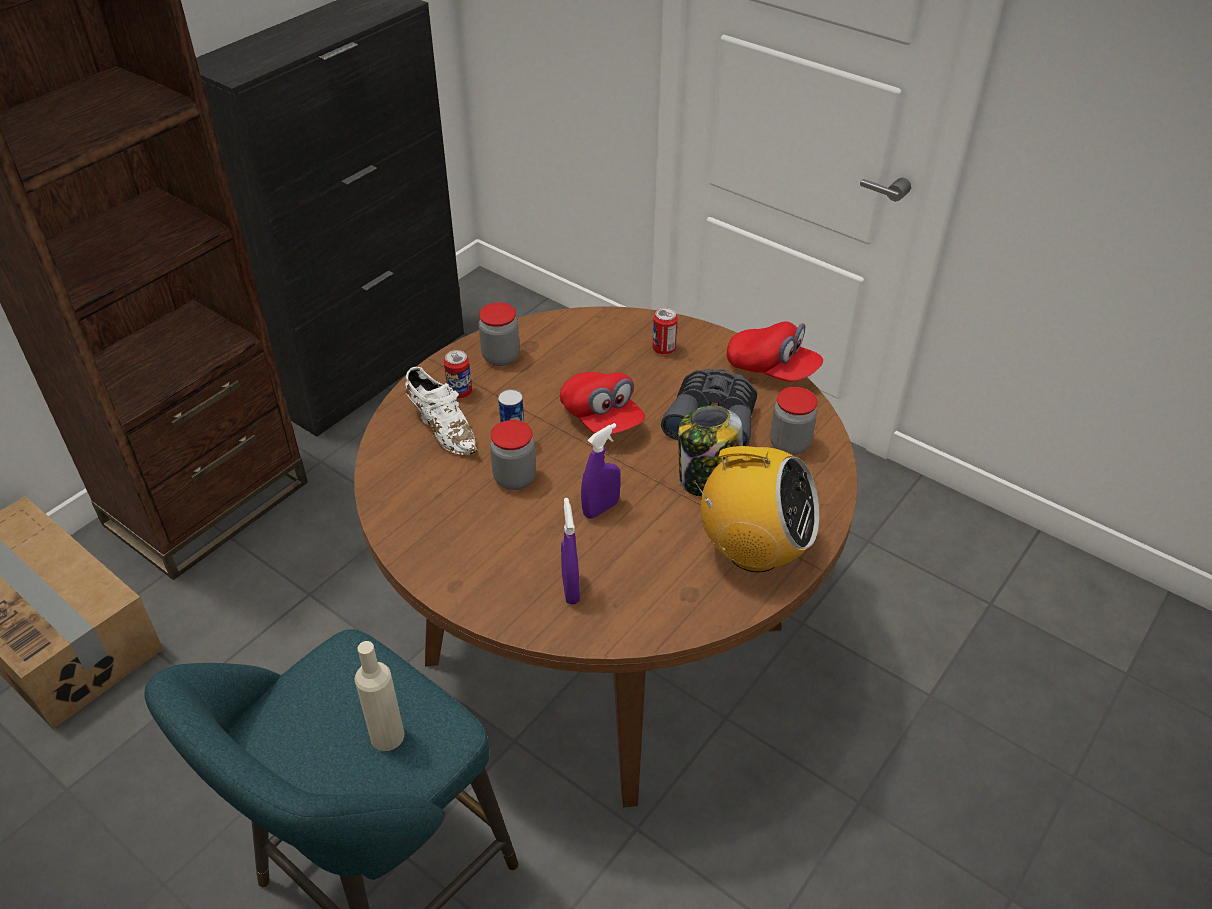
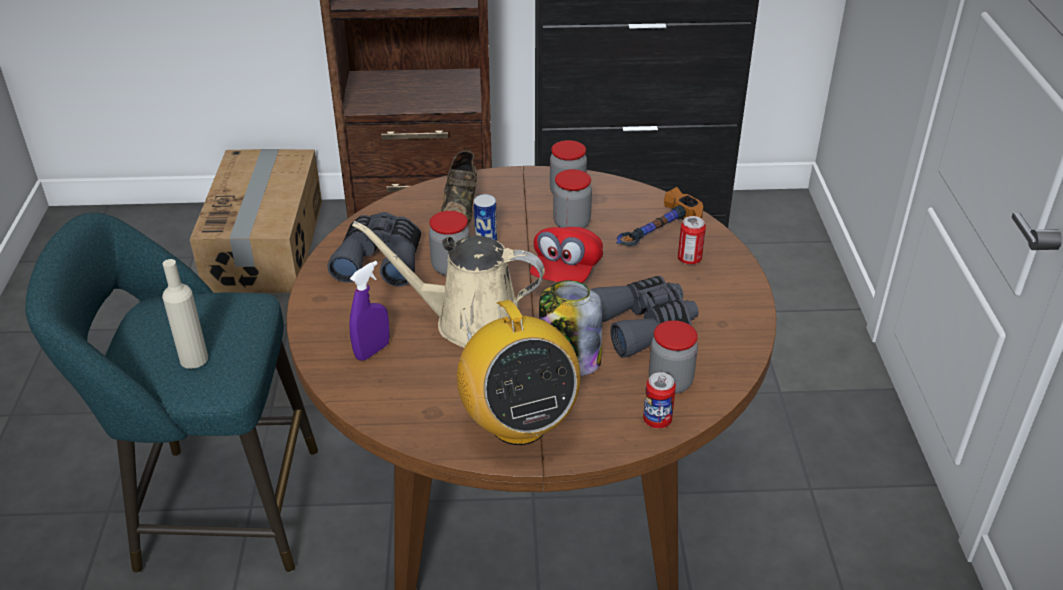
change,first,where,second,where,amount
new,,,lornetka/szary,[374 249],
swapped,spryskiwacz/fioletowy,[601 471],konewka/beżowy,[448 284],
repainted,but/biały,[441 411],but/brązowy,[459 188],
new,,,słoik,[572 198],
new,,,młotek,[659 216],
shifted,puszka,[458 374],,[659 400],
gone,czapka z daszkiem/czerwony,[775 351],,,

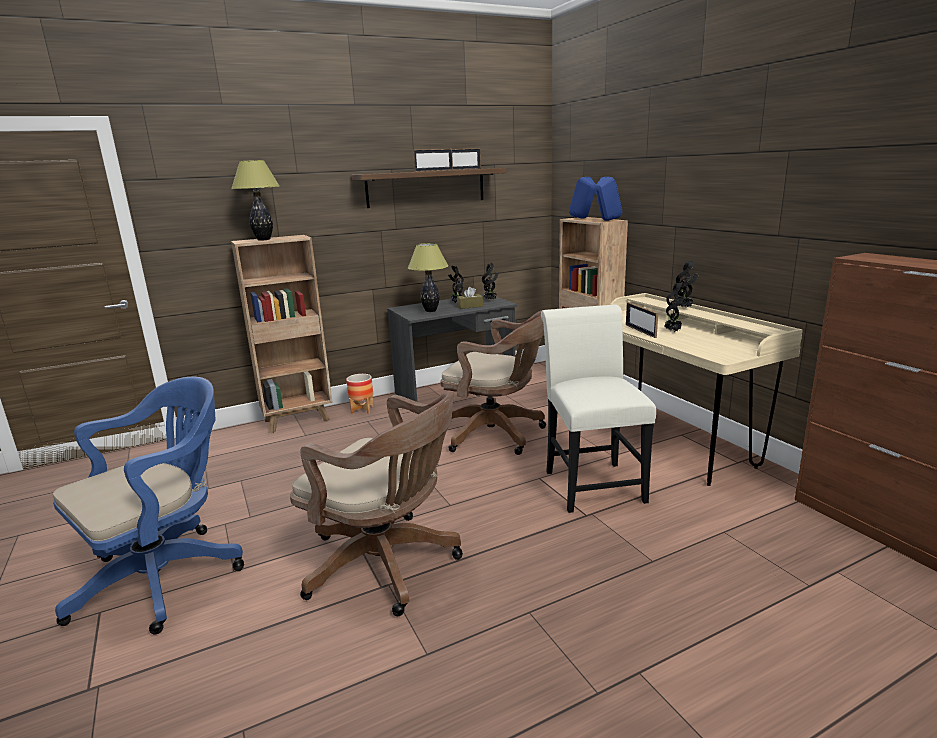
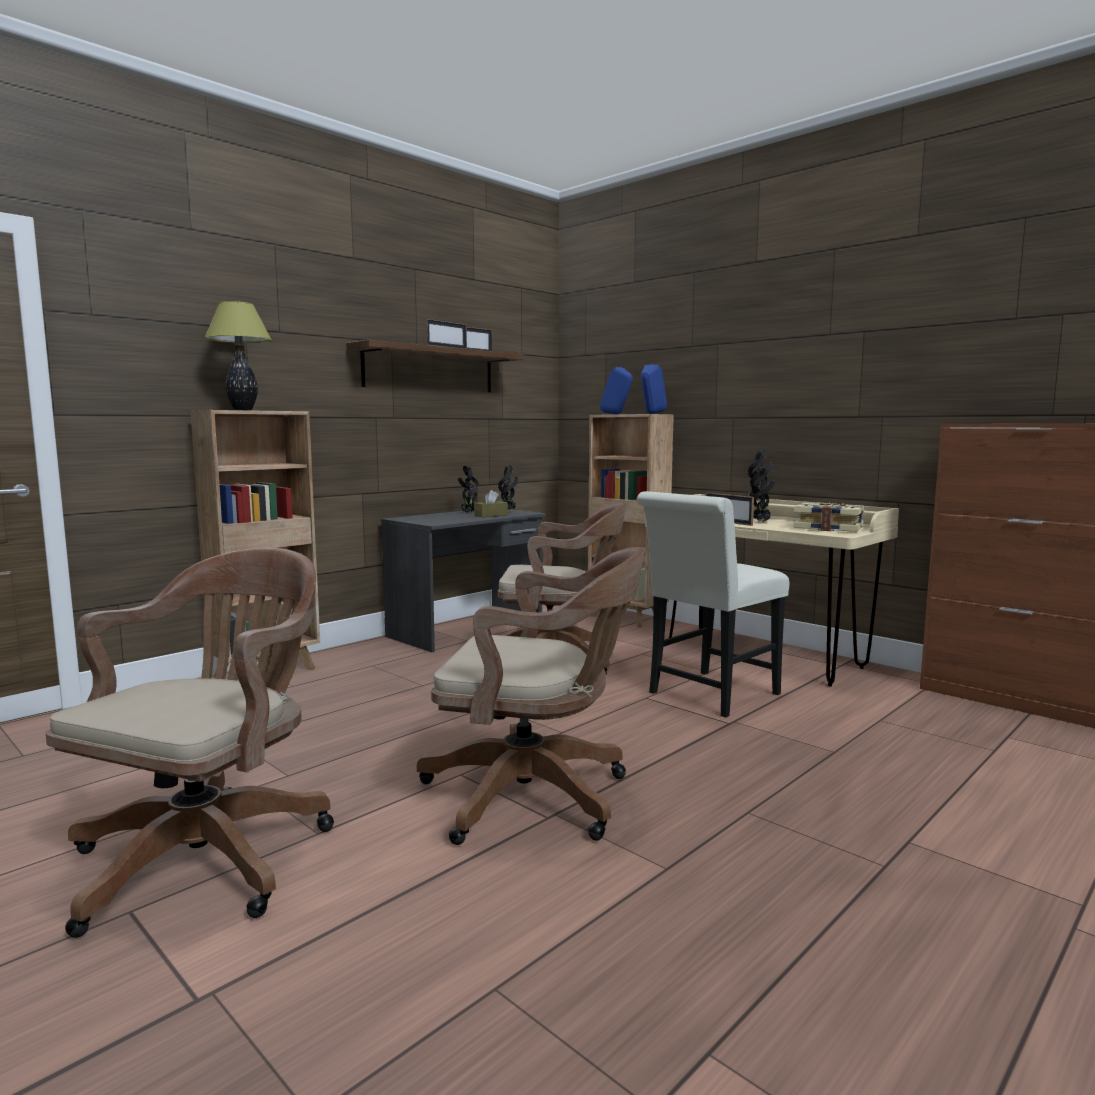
change,first,where,second,where,amount
repainted,krzesło biurowe/niebieski,[148 506],krzesło biurowe/brązowy,[190 743],
rotated,krzesło/biały,[598 409],,[713 604],105 degrees counterclockwise
new,,,książka,[828 517],
gone,donica,[360 394],,,
gone,lampa stołowa,[428 277],,,

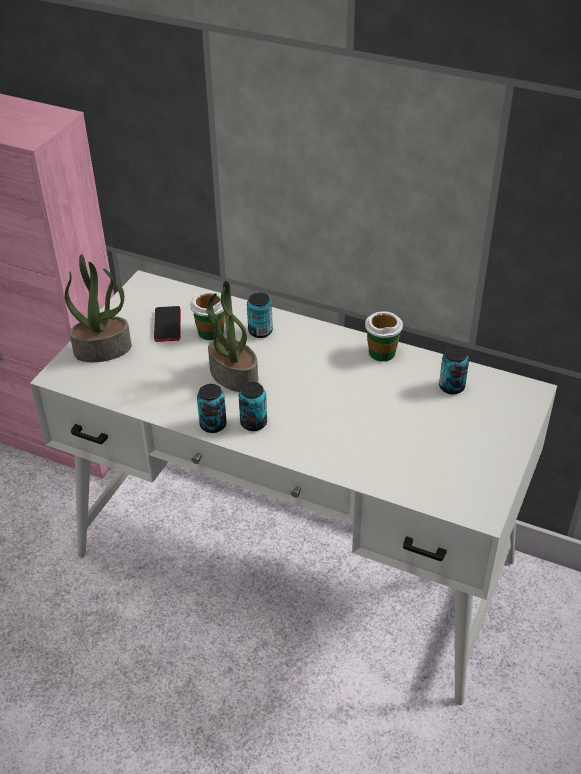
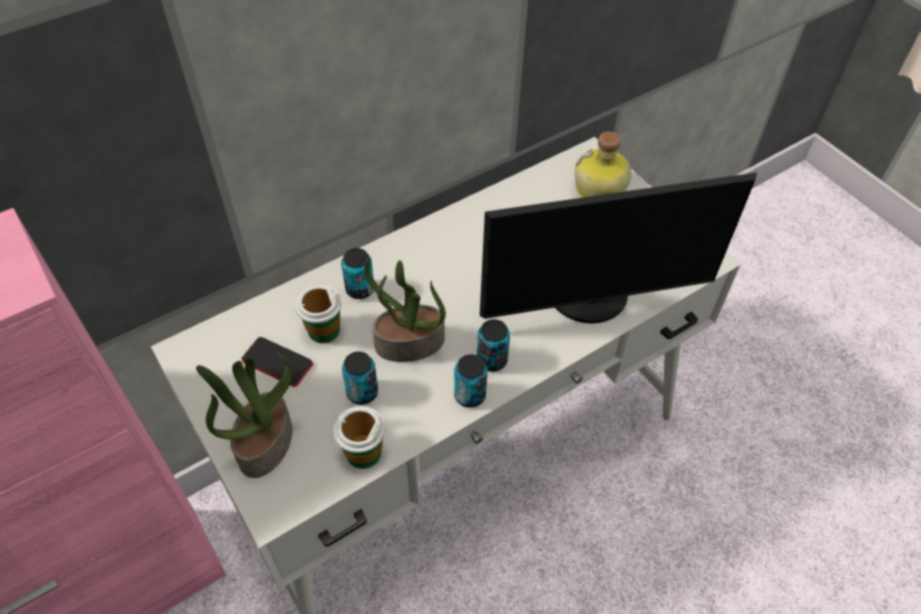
change,first,where,second,where,amount
shifted,filiżanka,[384 336],,[359 437],
shifted,puszka,[454 370],,[360 378],
new,,,monitor,[618 248],
new,,,butelka,[603 165],

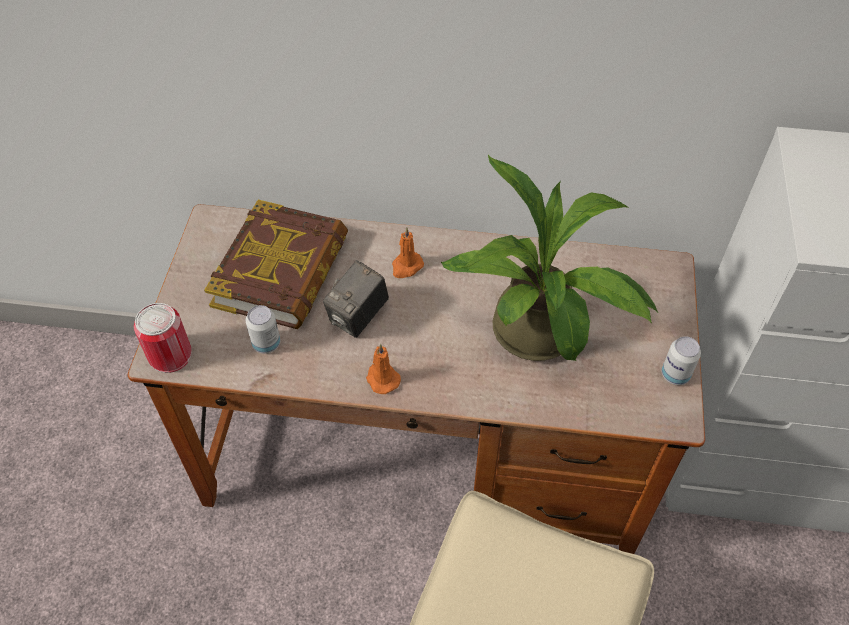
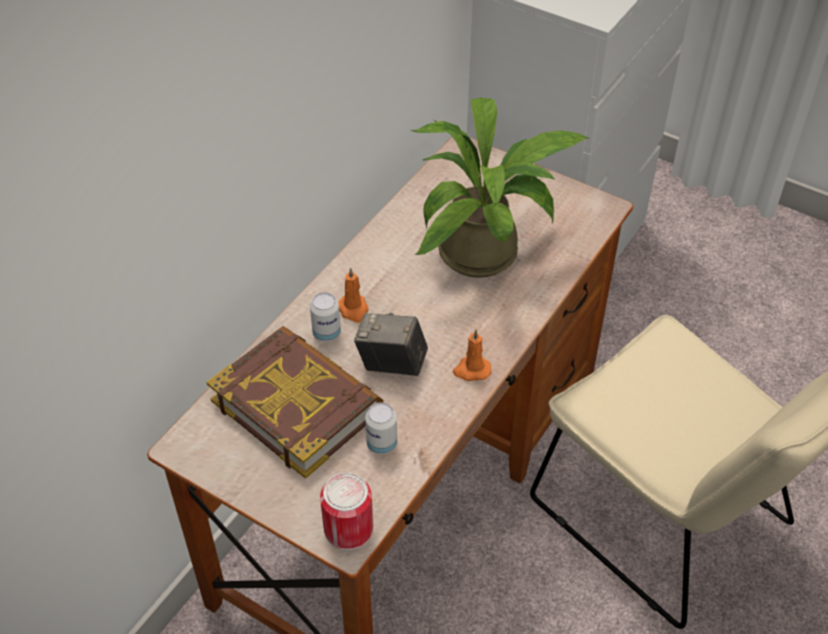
change,first,where,second,where,amount
shifted,puszka,[681 360],,[325 317],
rotated,aparat fotograficzny,[356 299],,[391 344],135 degrees clockwise

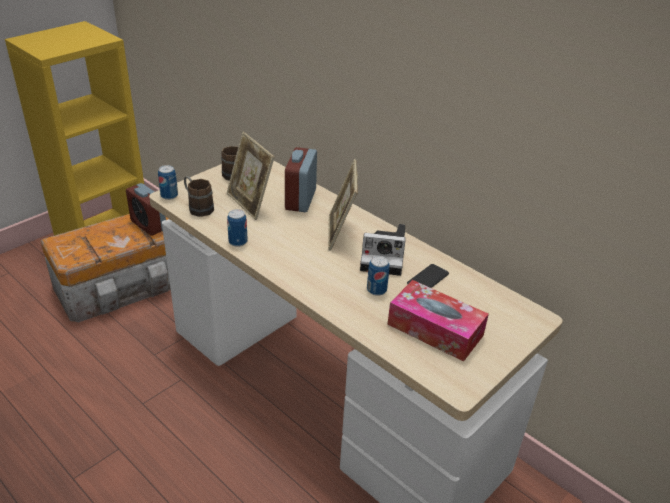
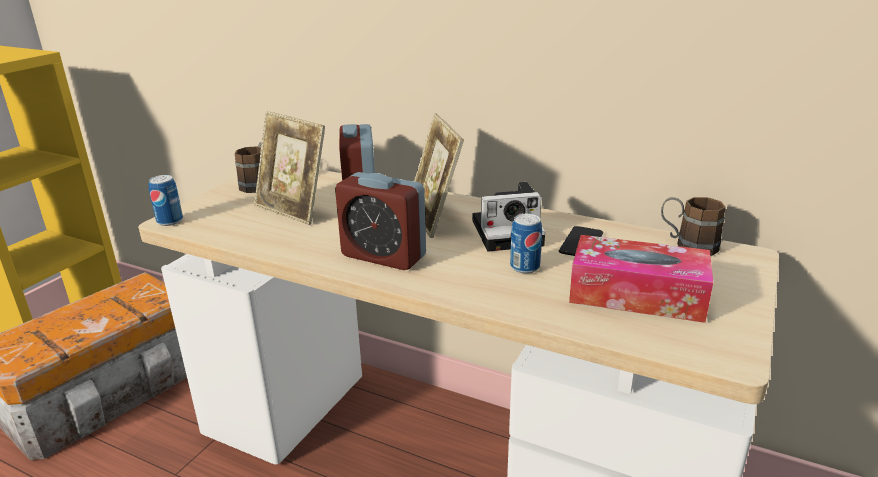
change,first,where,second,where,amount
shifted,budzik,[146 209],,[380 221],
shifted,kubek/brązowy,[199 196],,[693 226],
gone,puszka,[237 228],,,

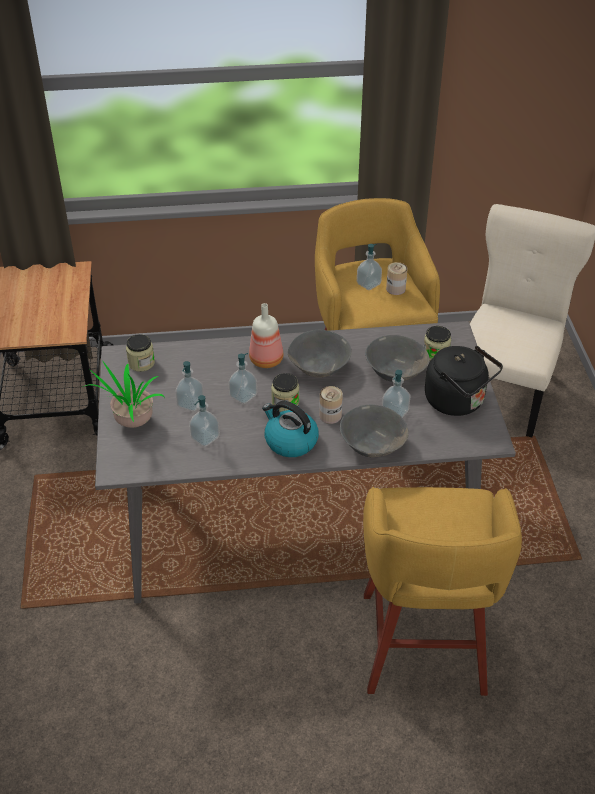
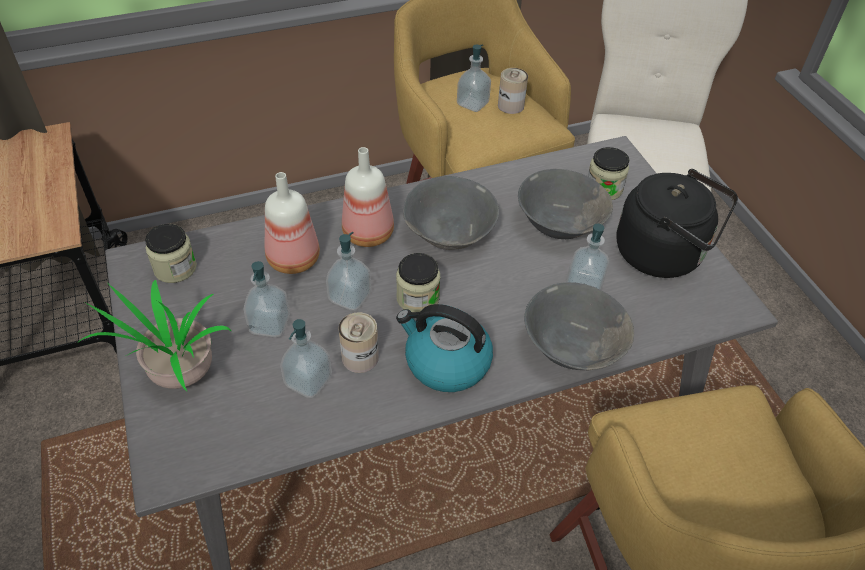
change,first,where,second,where,amount
new,,,butelka,[292 223],
shifted,puszka,[331 405],,[358 342],

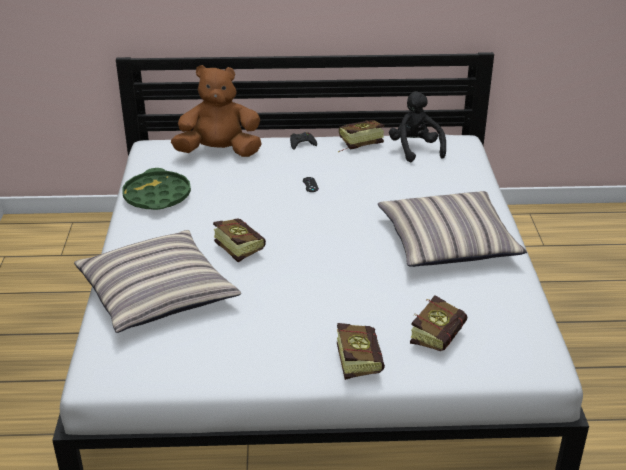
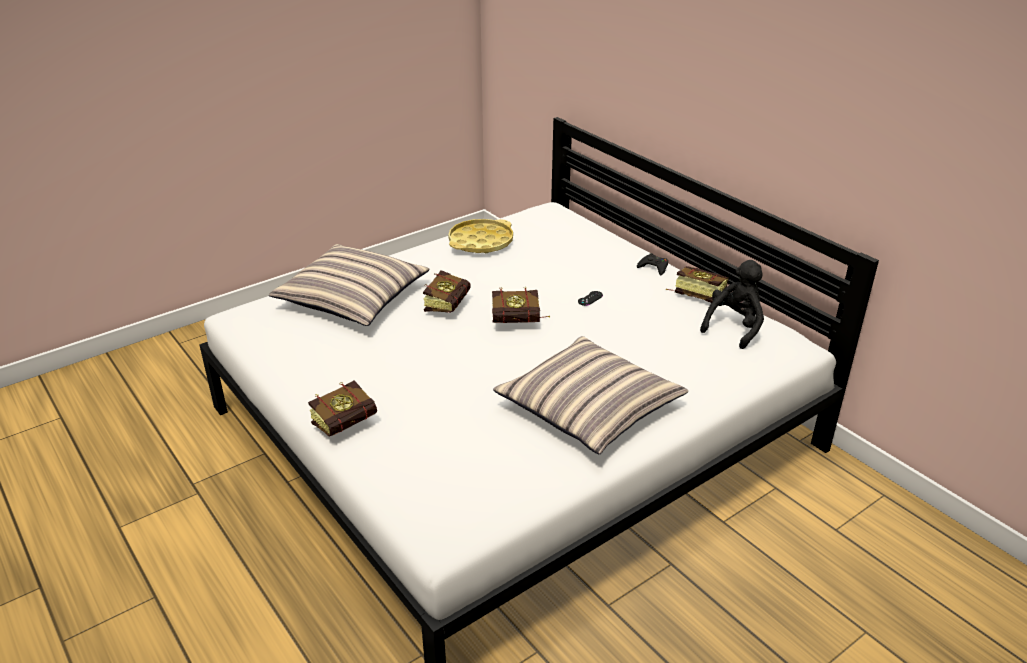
change,first,where,second,where,amount
repainted,taca/zielony,[156 189],taca/żółty,[480 236],
shifted,książka,[439 323],,[521 305],
gone,pluszak/brązowy,[216 111],,,

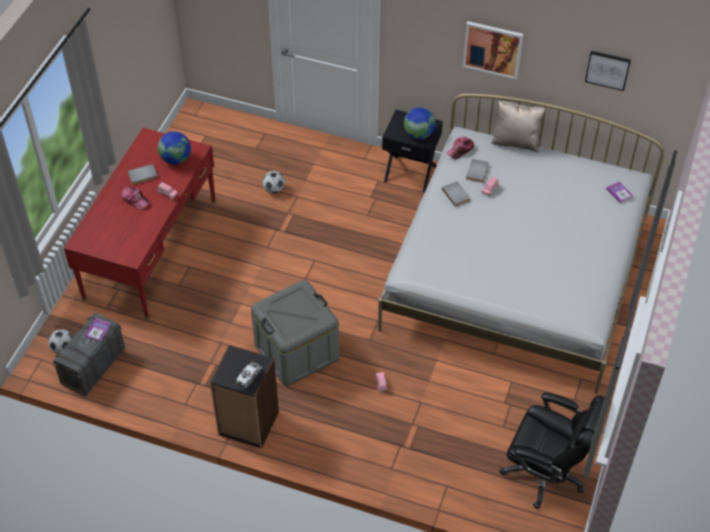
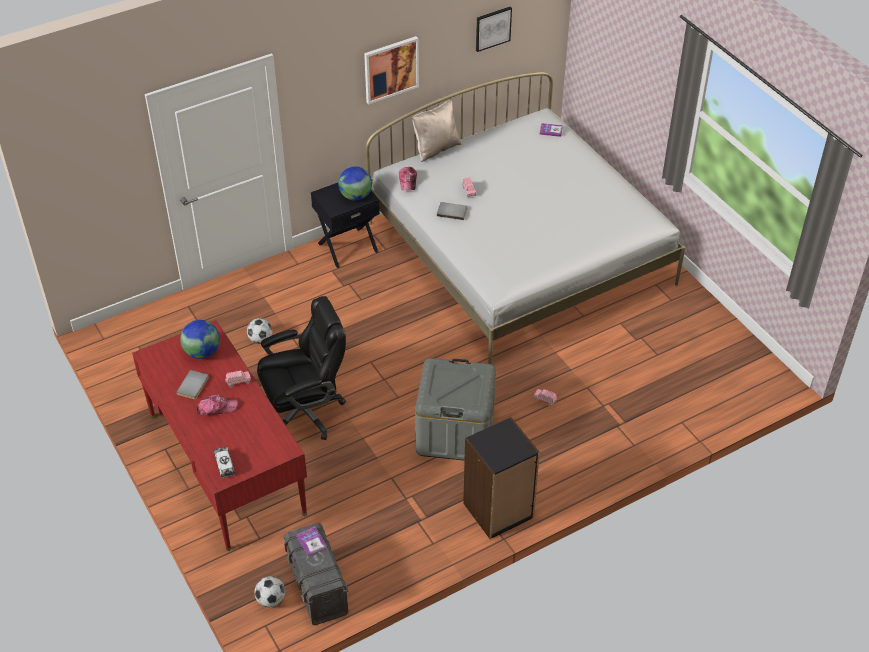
change,first,where,second,where,amount
shifted,ciężarówka zabawkowa,[249 376],,[224 462],
shifted,krzesło biurowe/czarny,[555 450],,[301 368],
gone,książka/szary,[477 171],,,

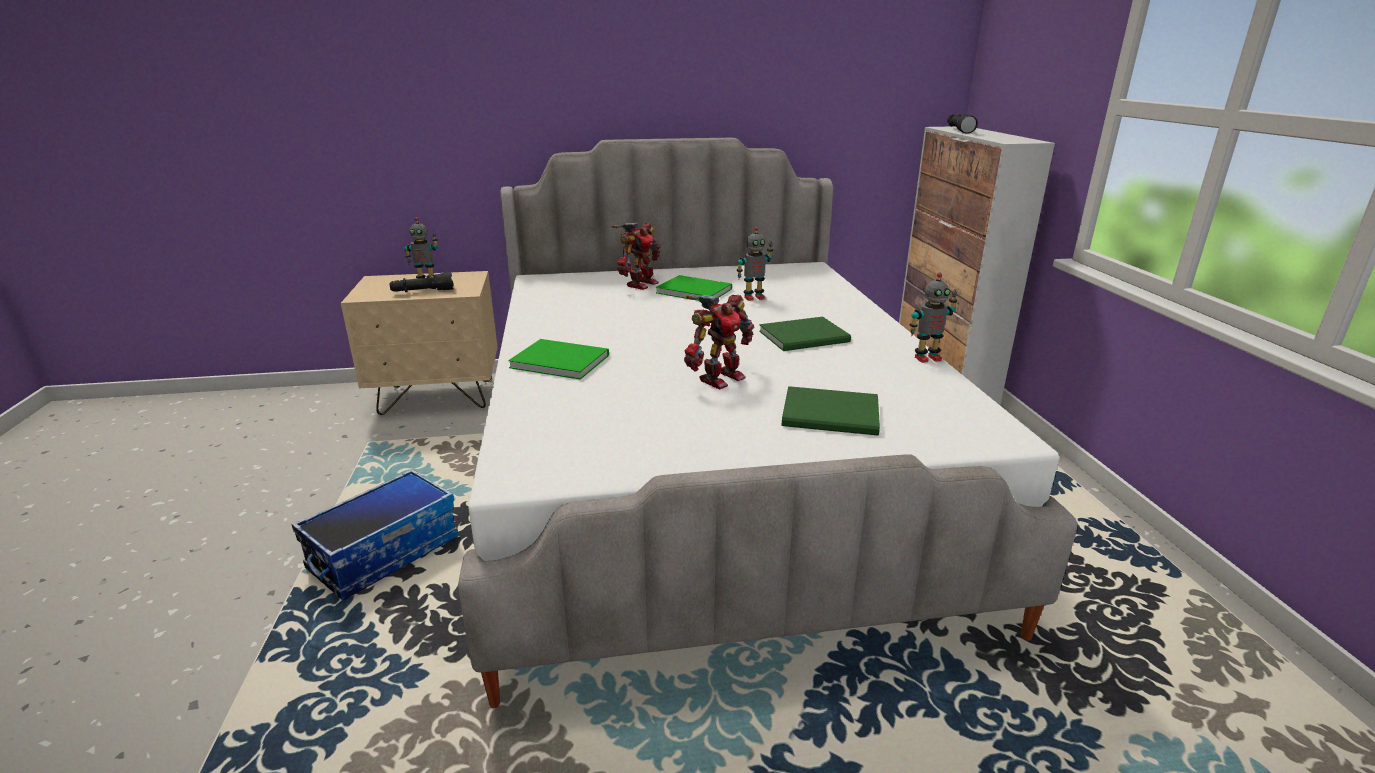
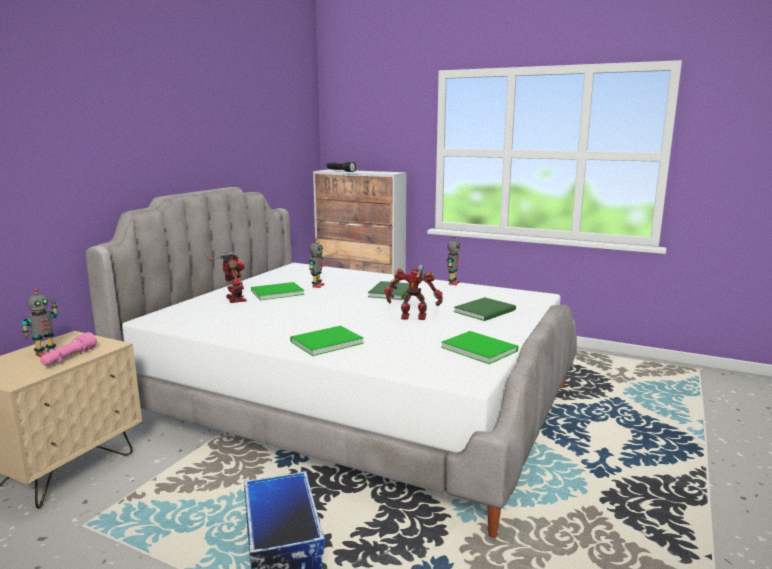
change,first,where,second,where,amount
repainted,latarka/czarny,[421 282],latarka/różowy,[68 348],
rotated,robot zabawkowy,[719 342],,[413 292],75 degrees counterclockwise
new,,,książka/zielony,[479 347],

